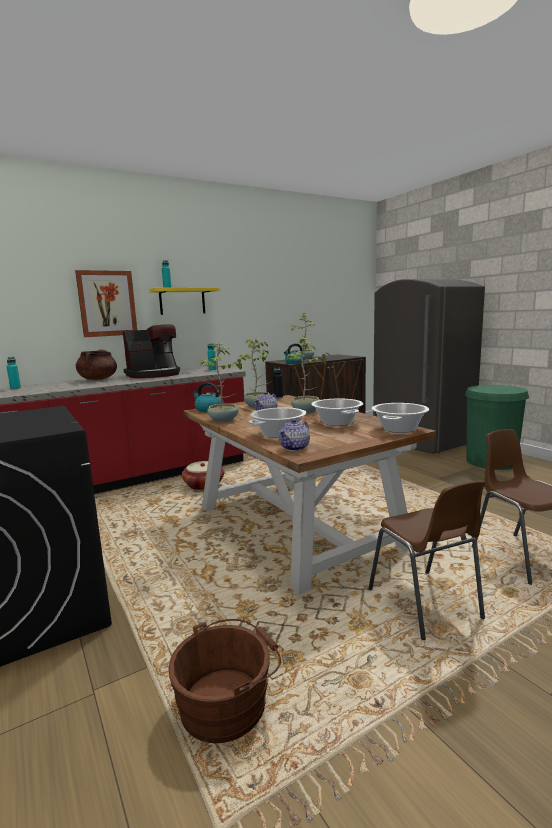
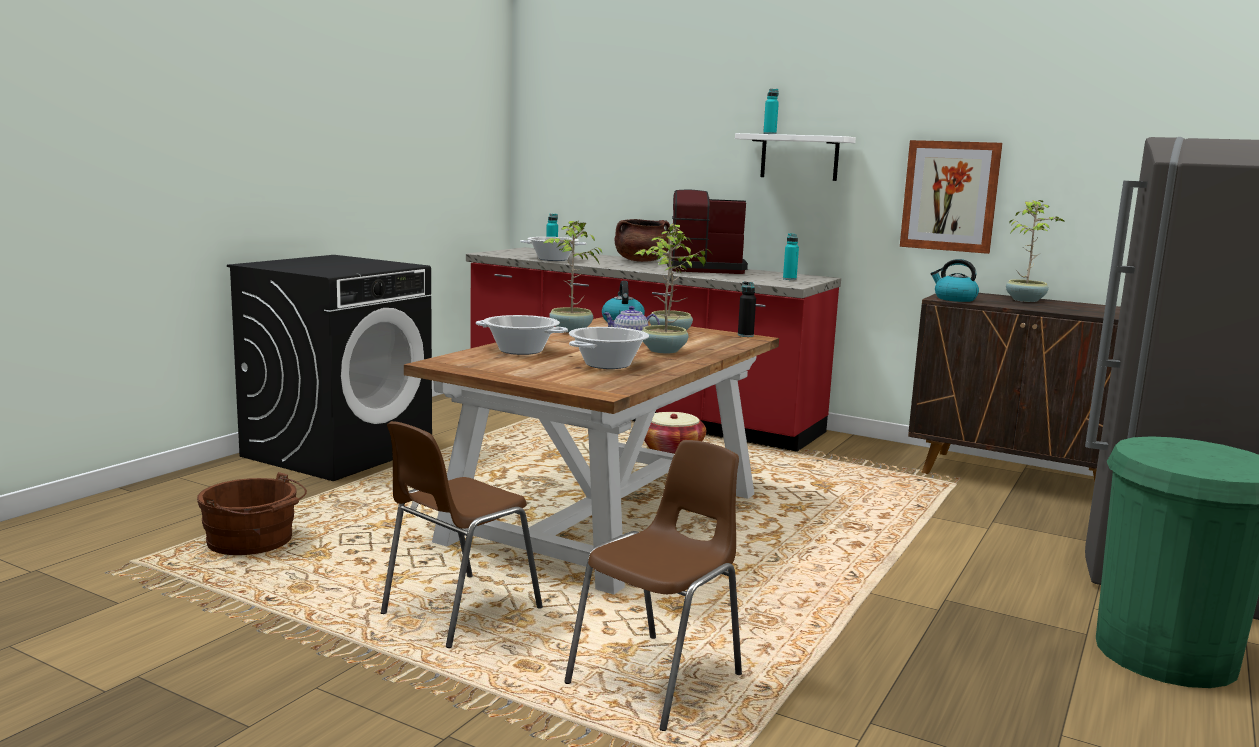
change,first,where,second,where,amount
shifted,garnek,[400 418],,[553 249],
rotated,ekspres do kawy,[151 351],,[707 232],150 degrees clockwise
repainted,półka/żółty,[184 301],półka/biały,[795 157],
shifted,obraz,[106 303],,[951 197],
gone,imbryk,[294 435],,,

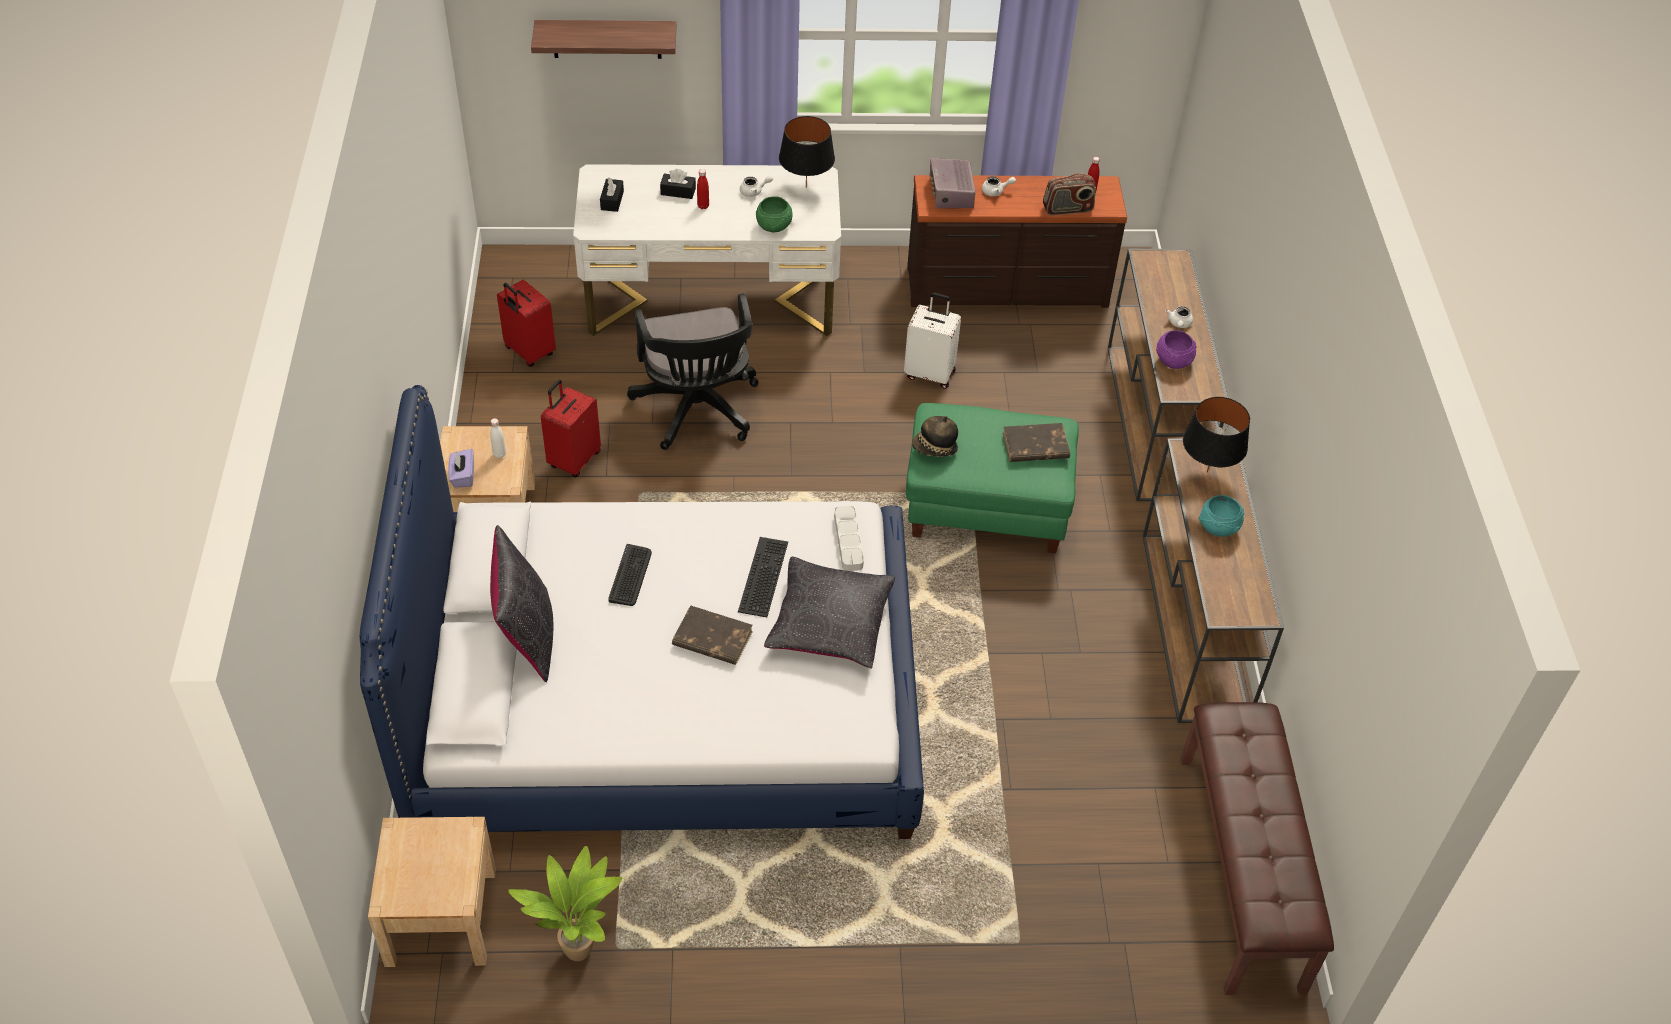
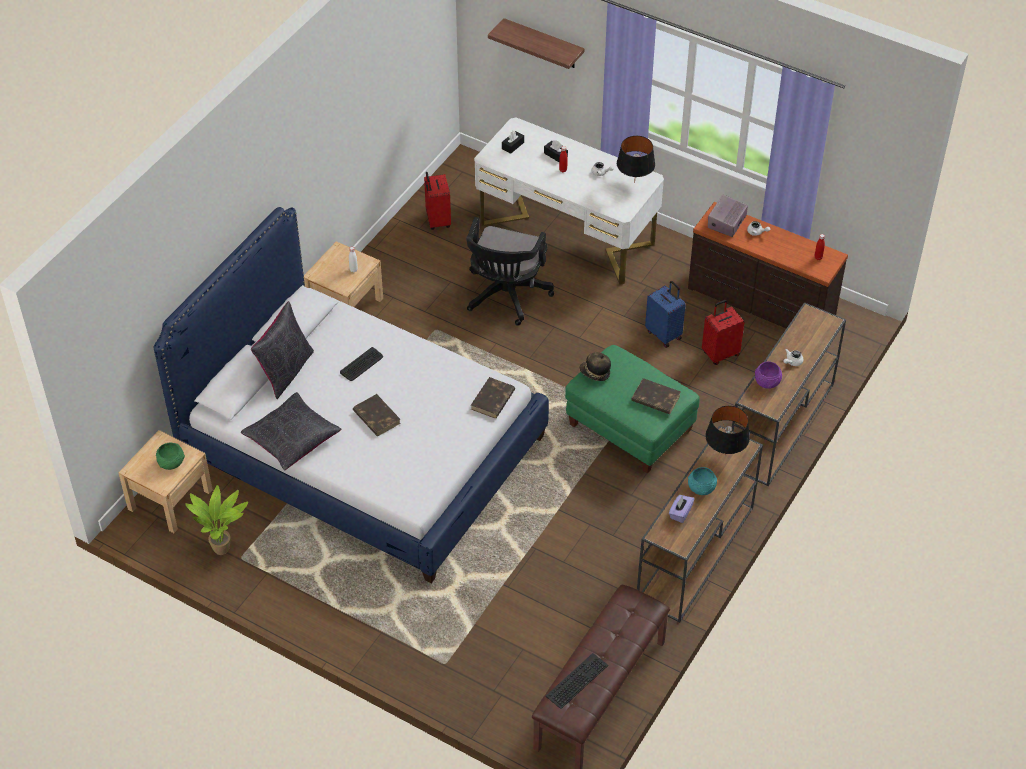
change,first,where,second,where,amount
shifted,miska/zielony,[774 214],,[170 456],
shifted,poduszka/czarny,[829 612],,[291 431],
swapped,taca/szary,[849 538],książka/brązowy,[493 397],
shifted,klawiatura,[763 577],,[577 681],
repainted,walizka/biały,[932 341],walizka/niebieski,[665 314],
shifted,pudełko chusteczek/fioletowy,[461 468],,[681 509],
shifted,walizka/czerwony,[571 429],,[723 332],
gone,radio,[1069 194],,,

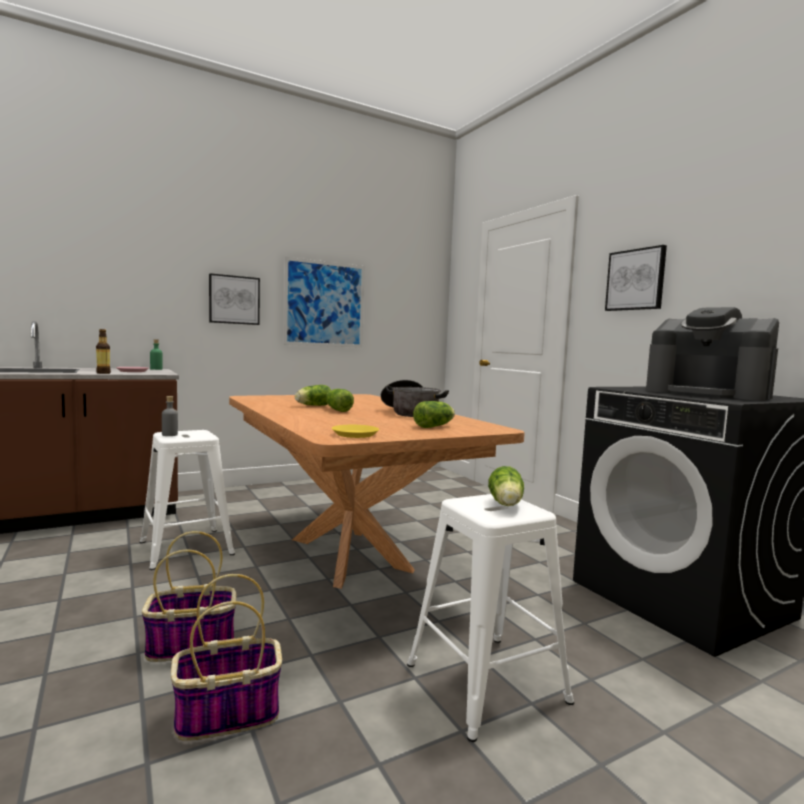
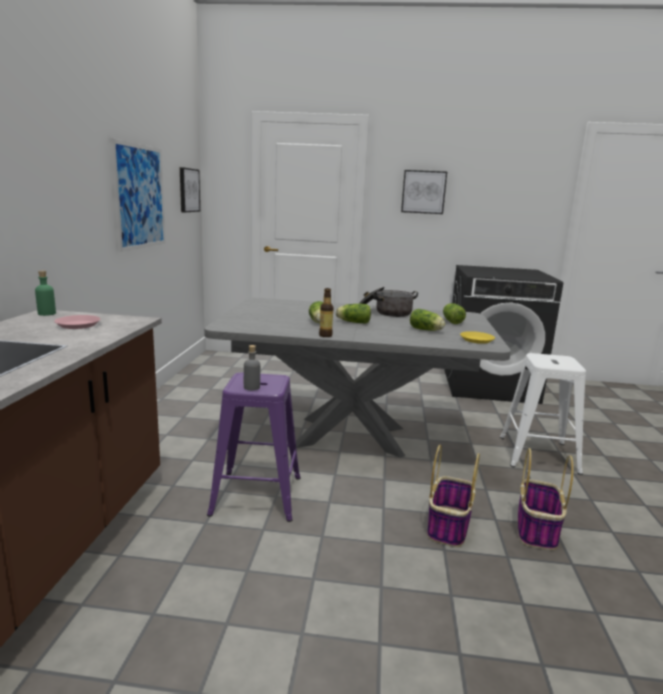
change,first,where,second,where,amount
shifted,obraz,[234 299],,[190 189],
repainted,stół jadalny/brązowy,[377 491],stół jadalny/szary,[357 378],
repainted,stołek/biały,[187 500],stołek/fioletowy,[253 447],
shifted,butelka,[103 351],,[326 312],
shifted,sałata,[506 486],,[427 320],
gone,ekspres do kawy,[712 354],,,

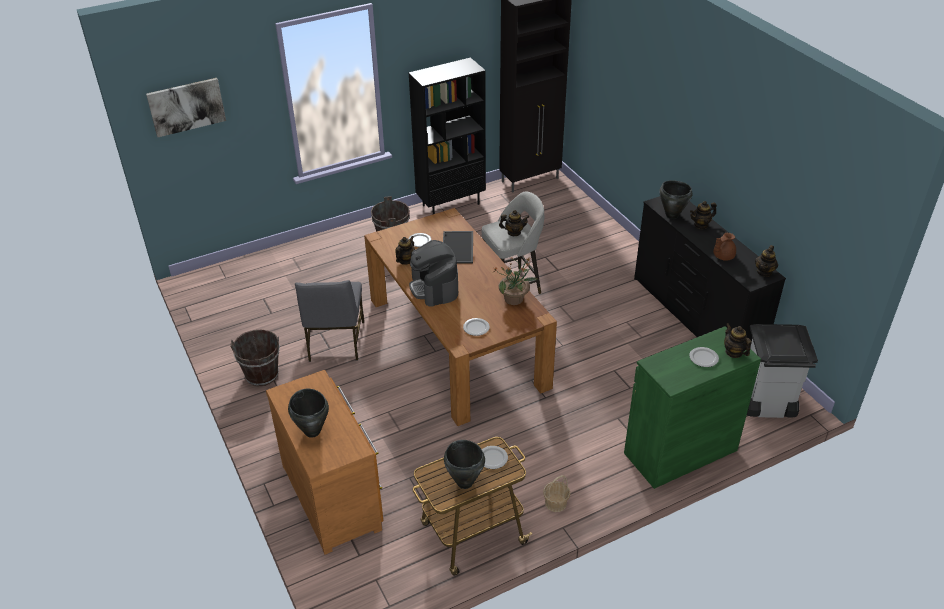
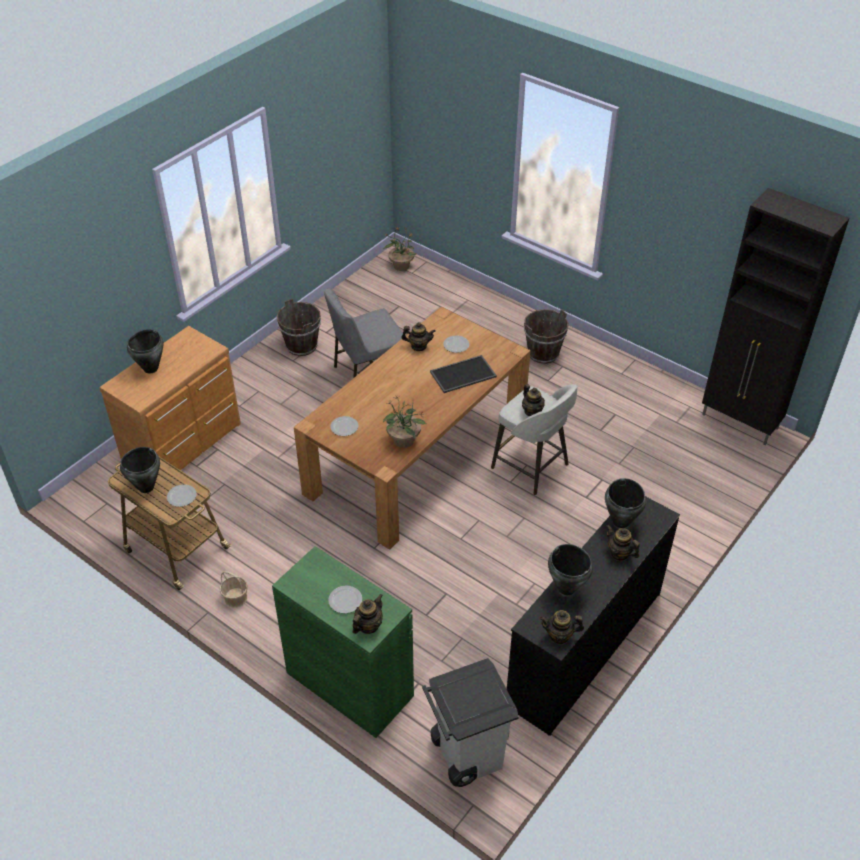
change,first,where,second,where,amount
new,,,roślina doniczkowa,[399 248],
swapped,imbryk/brązowy,[724 247],garnek/czarny,[570 569],
gone,obraz,[186 107],,,
gone,regał/czarny,[447 136],,,
gone,ekspres do kawy,[433 273],,,

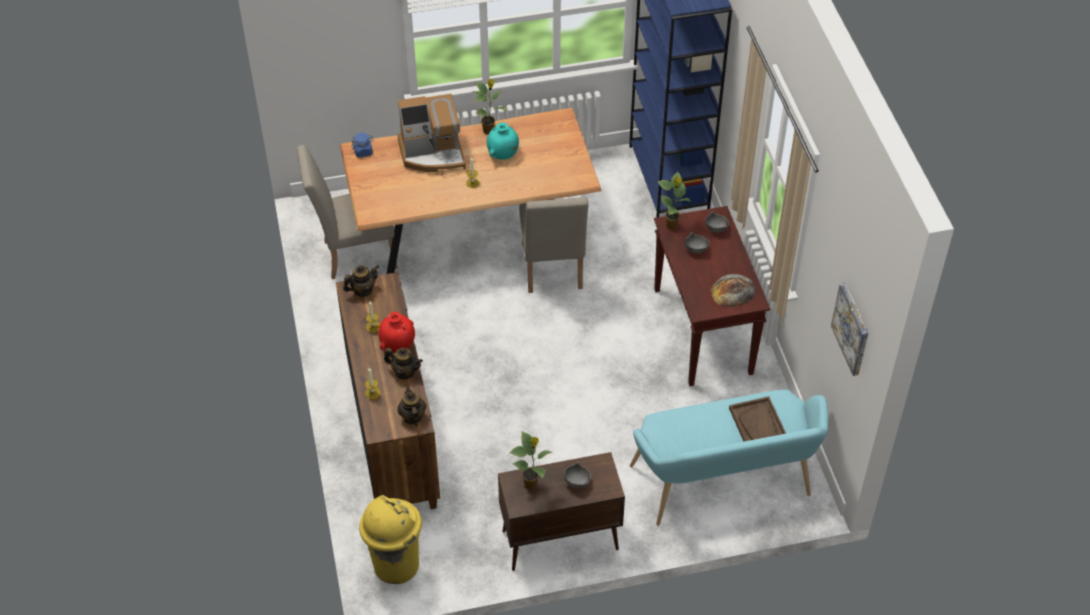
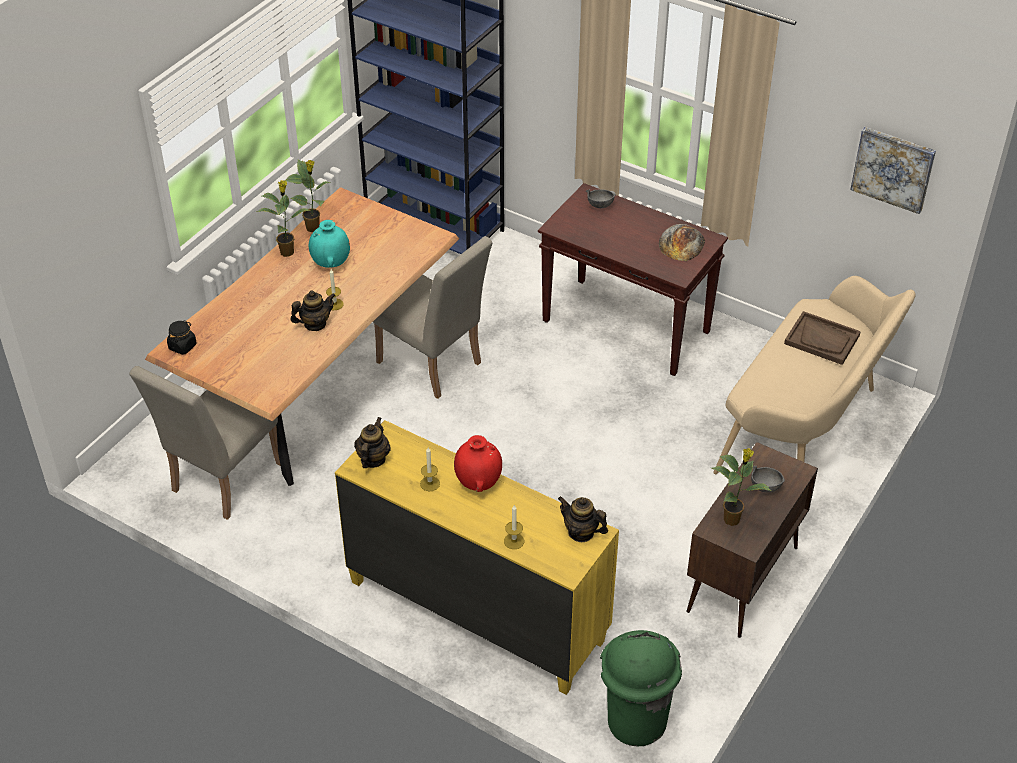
change,first,where,second,where,amount
repainted,słoik/niebieski,[362 145],słoik/czarny,[182 337],
shifted,roślina doniczkowa,[674 201],,[308 196],
shifted,imbryk,[403 363],,[313 310],
repainted,komoda/brązowy,[388 390],komoda/żółty,[477 557],
repainted,kosz na śmieci/żółty,[390 539],kosz na śmieci/zielony,[641 688],
repainted,ławka/turkusowy,[729 458],ławka/beżowy,[814 375],
gone,ekspres do kawy,[432 133],,,
gone,miska/szary,[697 243],,,

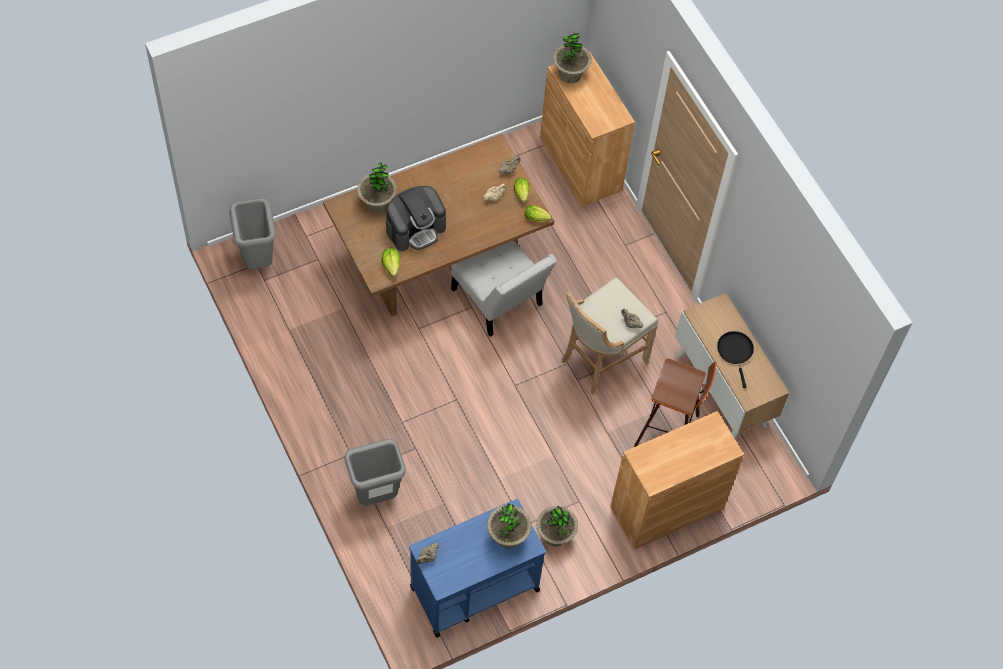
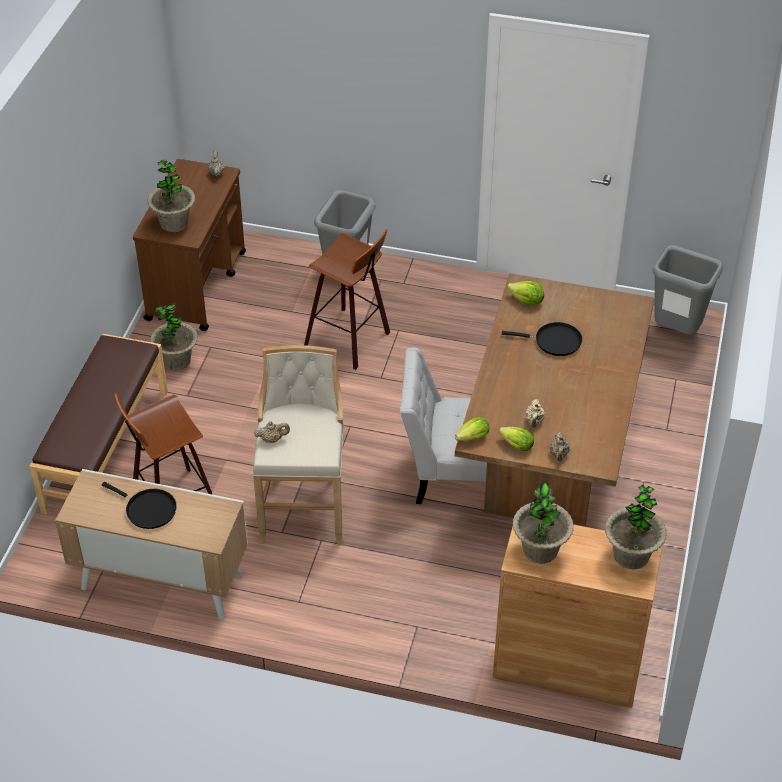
change,first,where,second,where,amount
swapped,szafka/brązowy,[677 480],ławka/brązowy,[98 424],
repainted,wózek/niebieski,[477 568],wózek/brązowy,[189 245],
new,,,stołek,[347 299],
swapped,ekspres do kawy,[416 218],patelnia/czarny,[542 339],
shifted,roślina doniczkowa,[377 188],,[543 523],

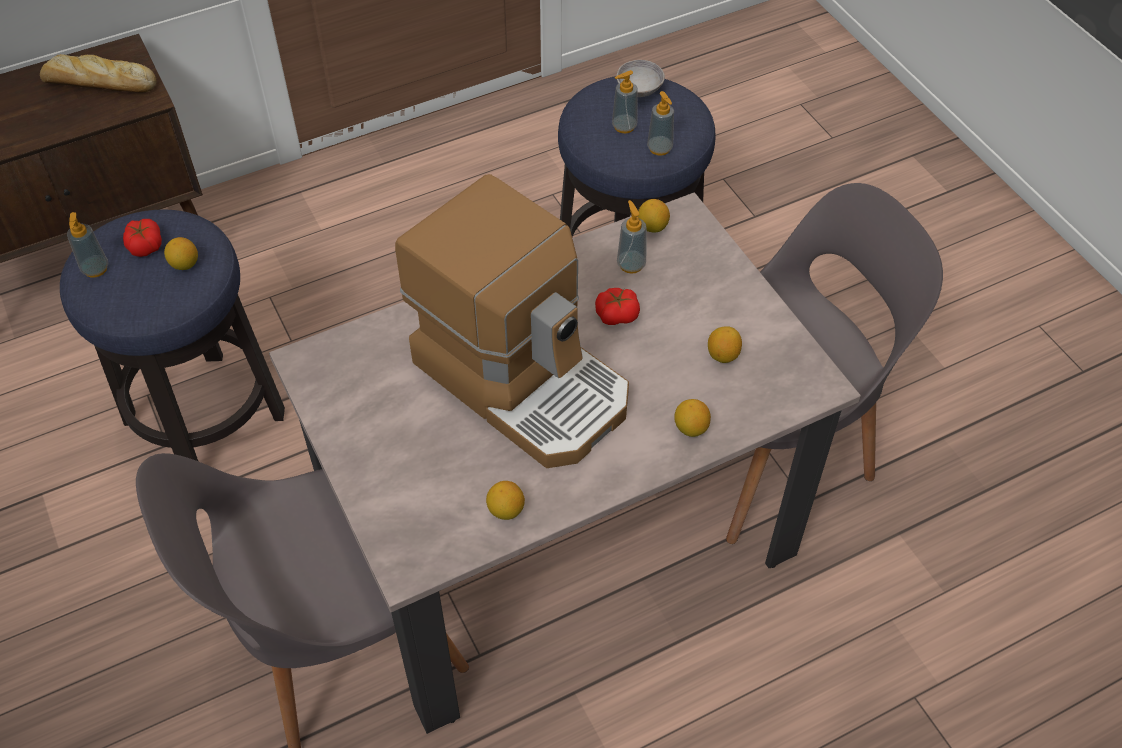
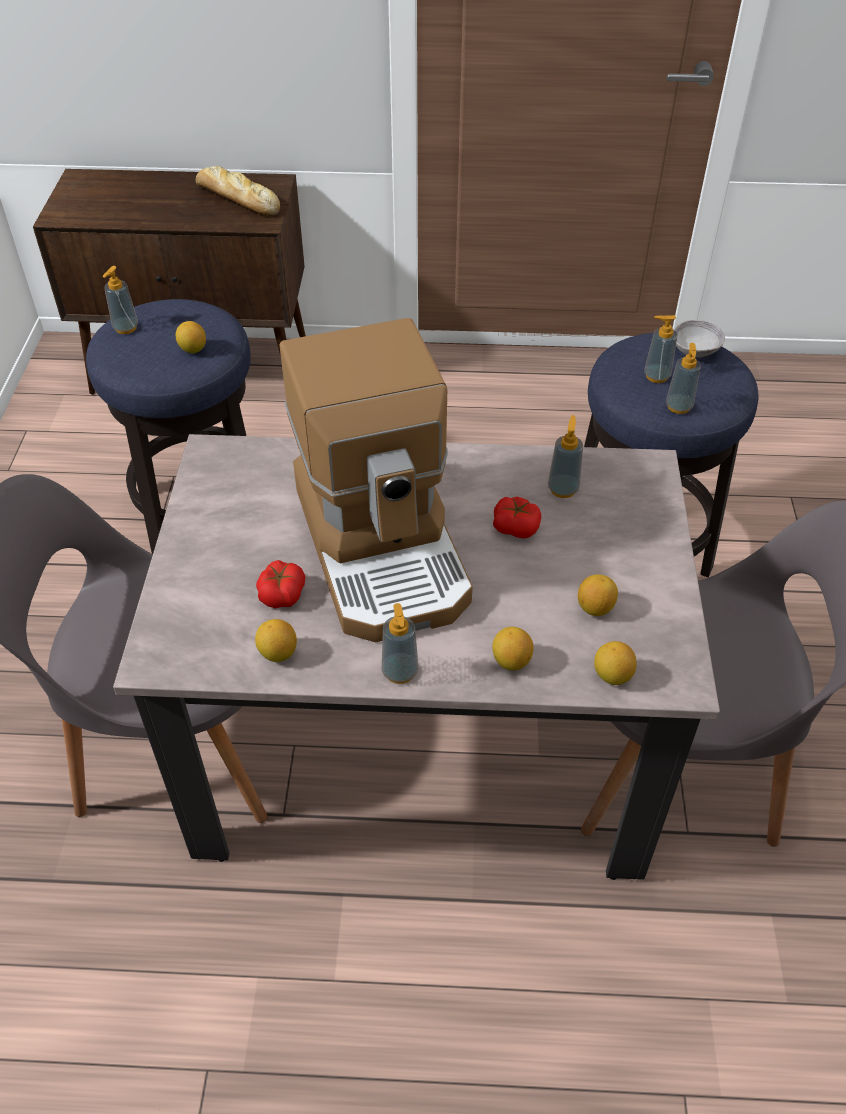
change,first,where,second,where,amount
shifted,pomidor,[142 238],,[280 584],
new,,,dozownik mydła,[400 643],
shifted,cytryna,[654 216],,[615 663],

